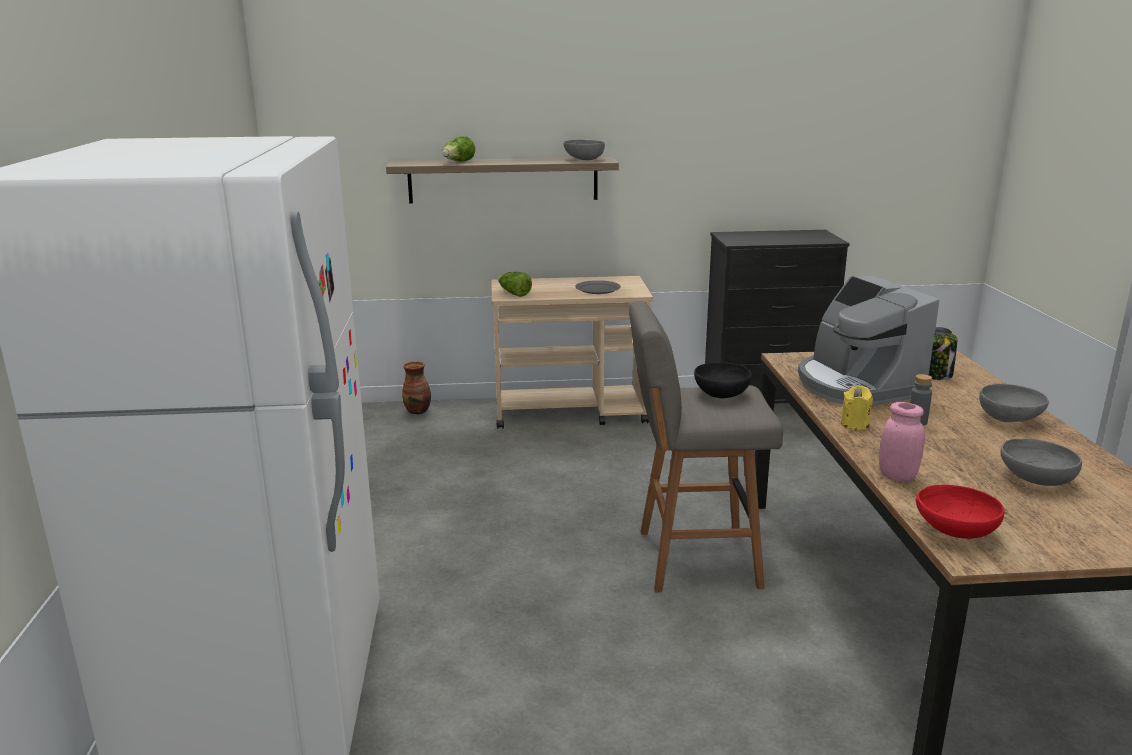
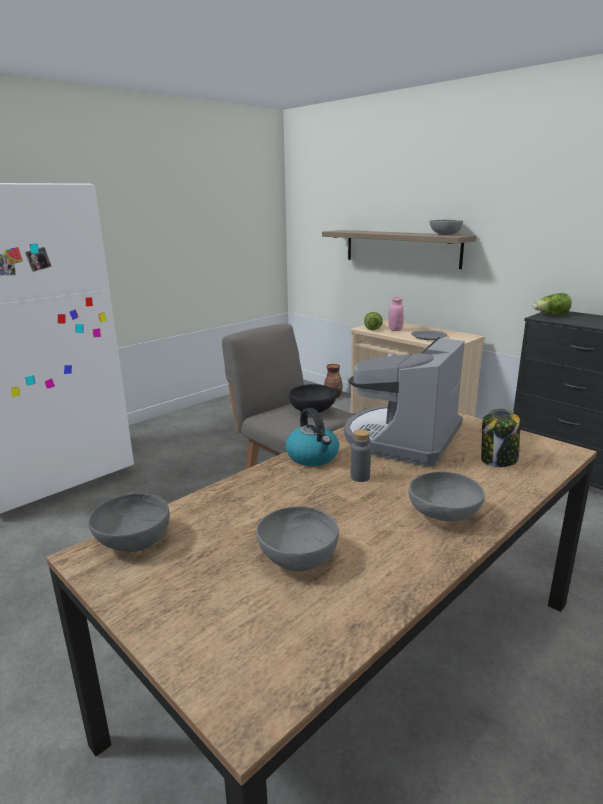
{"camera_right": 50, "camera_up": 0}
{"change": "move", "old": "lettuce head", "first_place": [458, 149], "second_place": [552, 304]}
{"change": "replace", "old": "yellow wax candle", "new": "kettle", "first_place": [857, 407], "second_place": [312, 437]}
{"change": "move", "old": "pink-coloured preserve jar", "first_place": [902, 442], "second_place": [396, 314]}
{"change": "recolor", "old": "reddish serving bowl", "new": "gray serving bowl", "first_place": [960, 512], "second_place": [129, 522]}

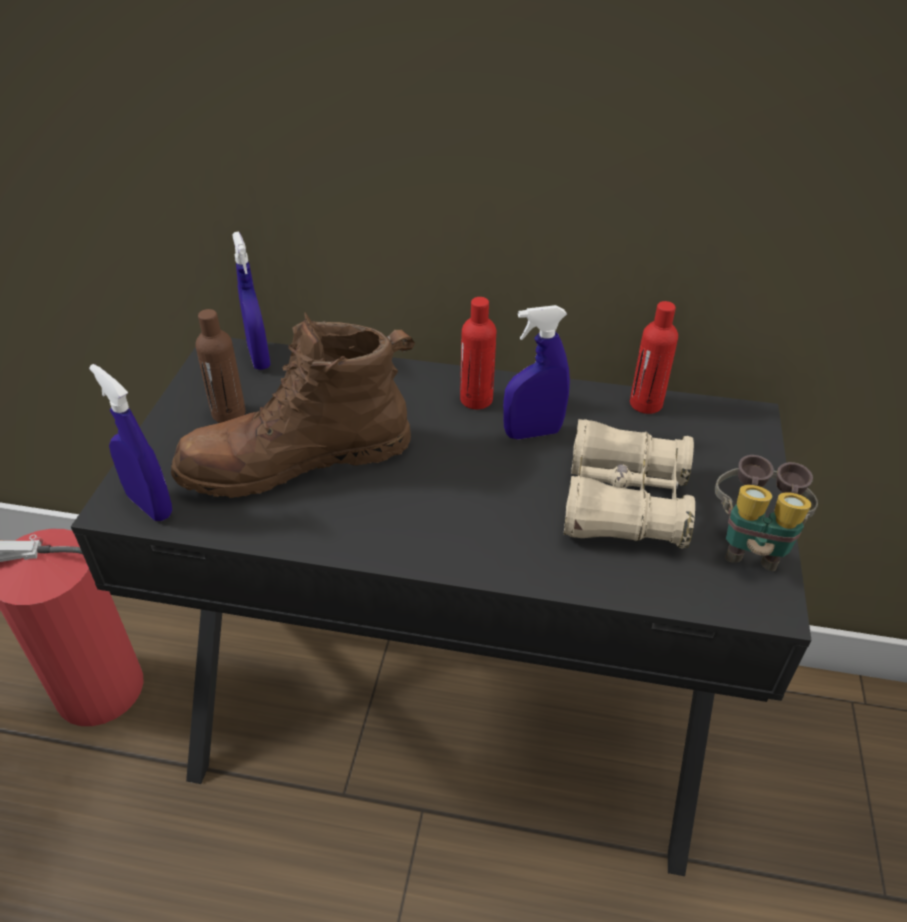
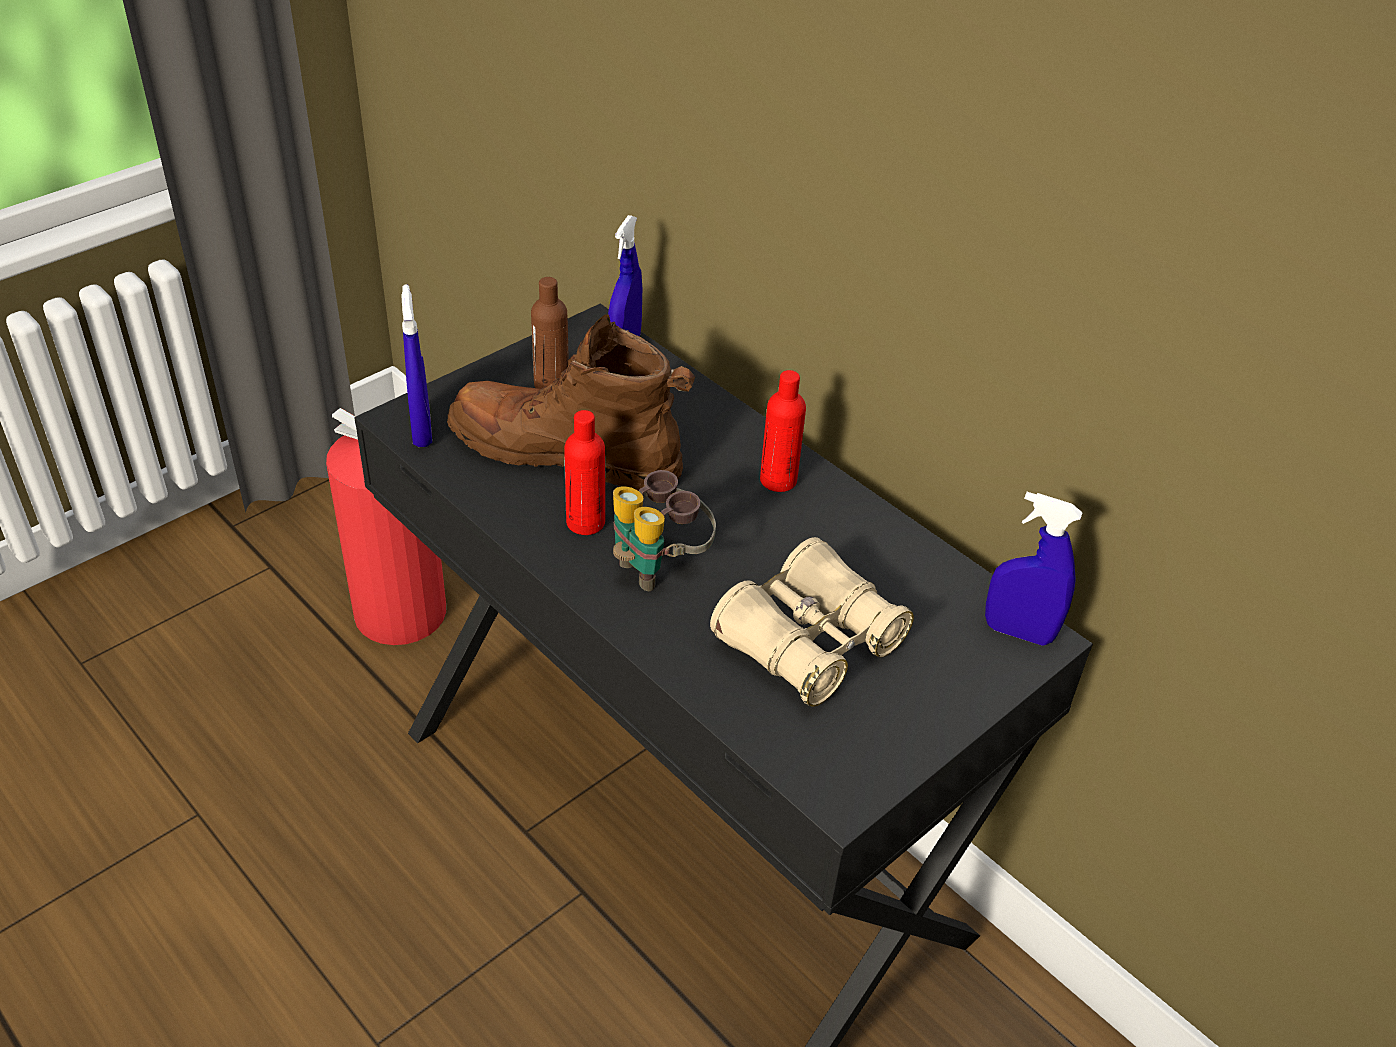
{"camera_right": 35, "camera_up": 0}
{"change": "move", "old": "reddish beverage bottle", "first_place": [654, 357], "second_place": [584, 472]}
{"change": "move", "old": "bluish sprayer", "first_place": [536, 372], "second_place": [1034, 569]}
{"change": "move", "old": "binoculars", "first_place": [766, 513], "second_place": [664, 530]}

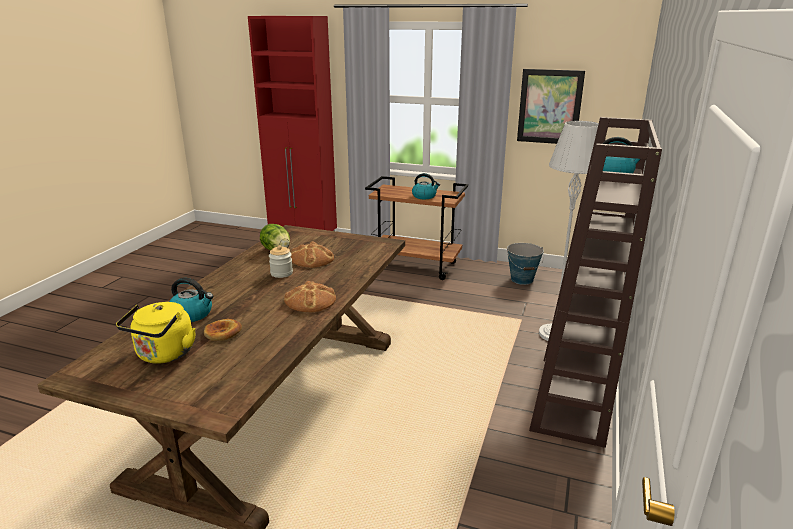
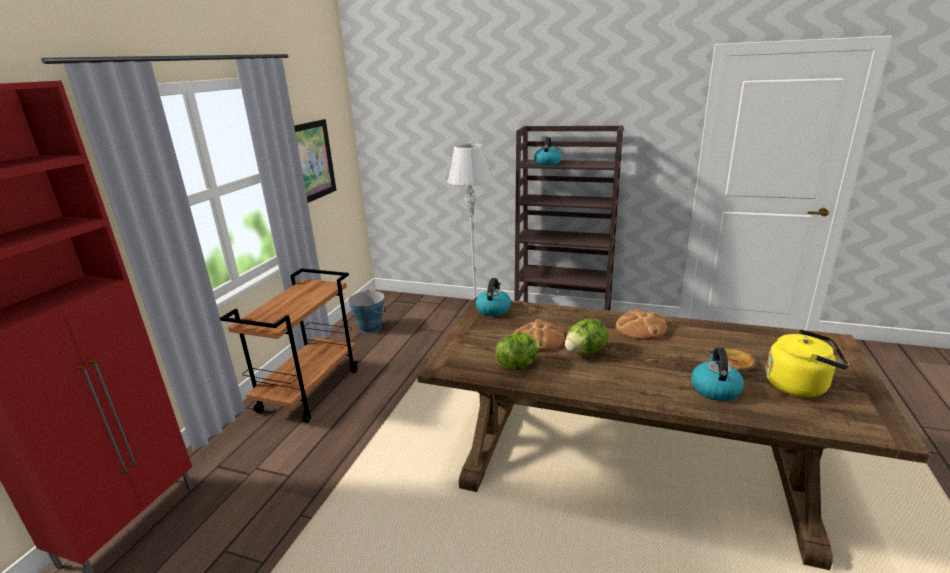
{"camera_right": -90, "camera_up": 0}
{"change": "move", "old": "kettle", "first_place": [426, 186], "second_place": [493, 297]}
{"change": "replace", "old": "preserve jar", "new": "lettuce head", "first_place": [281, 261], "second_place": [587, 336]}

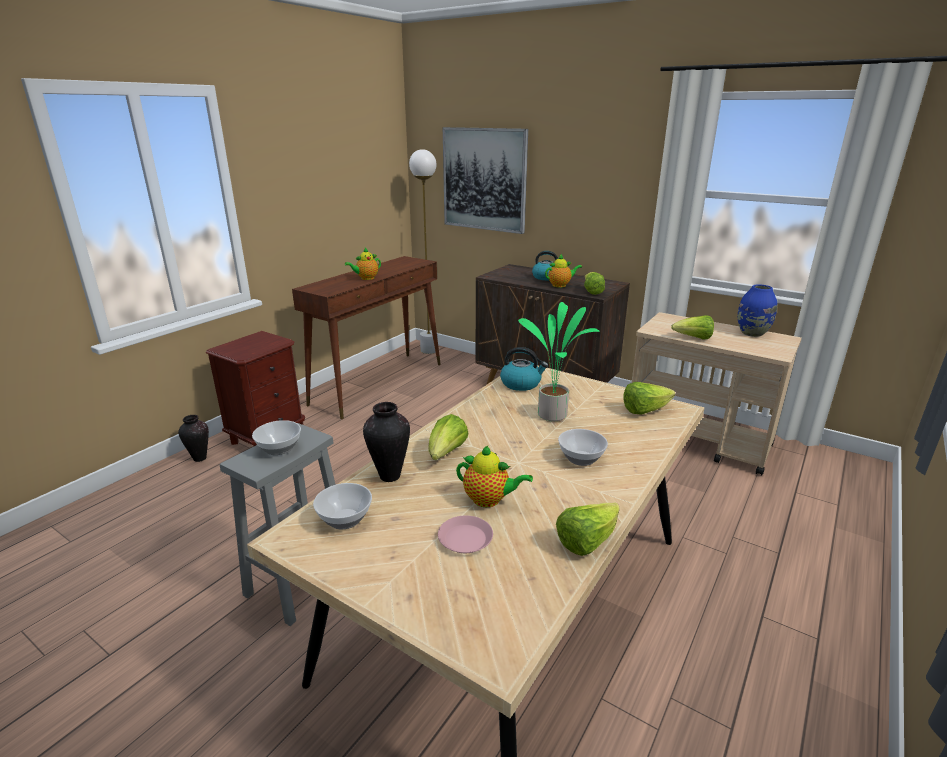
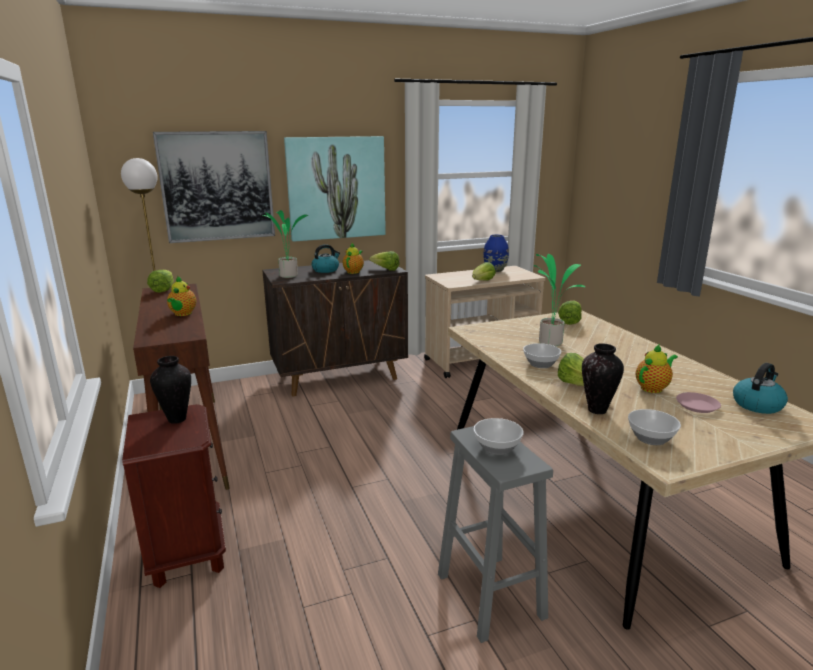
{"camera_right": -55, "camera_up": -5}
{"change": "move", "old": "kettle", "first_place": [524, 369], "second_place": [760, 388]}
{"change": "move", "old": "decorative vase", "first_place": [193, 438], "second_place": [170, 390]}
{"change": "move", "old": "serving bowl", "first_place": [583, 447], "second_place": [542, 355]}
{"change": "move", "old": "lettuce head", "first_place": [588, 529], "second_place": [160, 281]}
{"change": "insert", "new": "wall picture", "second_place": [335, 189]}
{"change": "insert", "new": "plant in a pot", "second_place": [285, 244]}

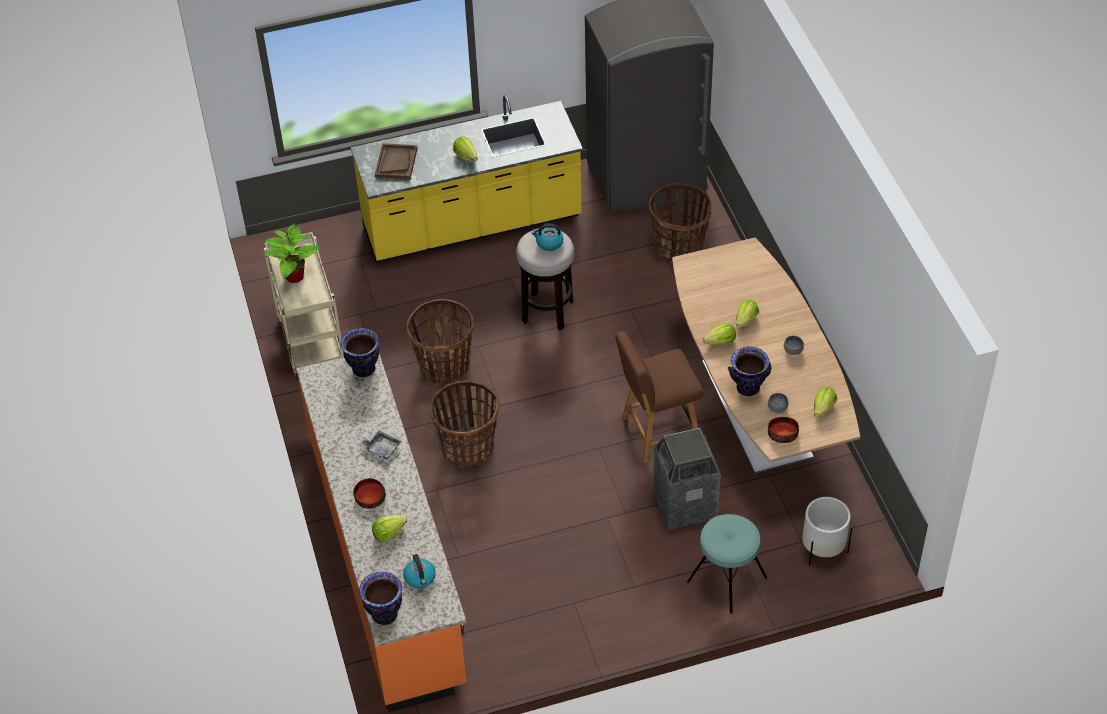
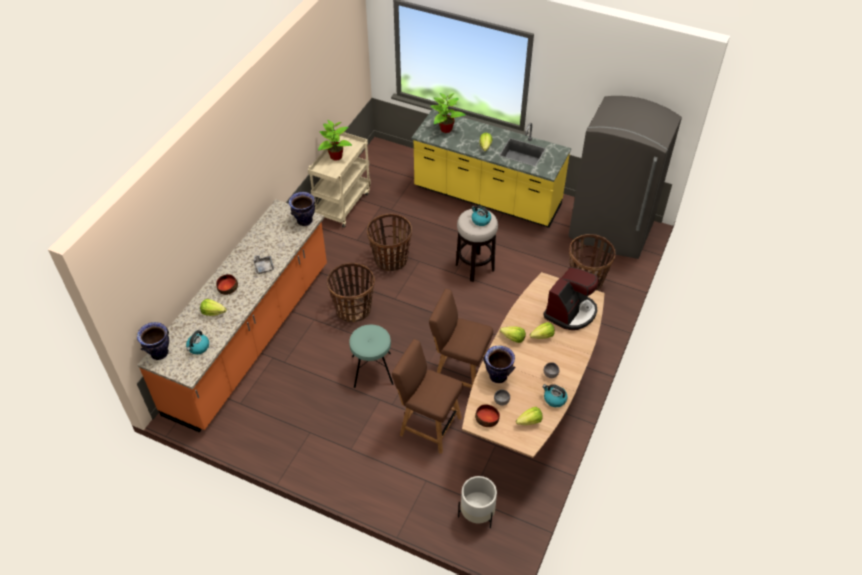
{"camera_right": 40, "camera_up": 0}
{"change": "replace", "old": "brown tray", "new": "plant in a pot", "first_place": [396, 161], "second_place": [448, 113]}
{"change": "replace", "old": "waste bin", "new": "brown chair", "first_place": [687, 479], "second_place": [427, 396]}
{"change": "move", "old": "turquoise-coloured sitting stool", "first_place": [727, 564], "second_place": [371, 356]}
{"change": "insert", "new": "coffee maker", "second_place": [571, 298]}
{"change": "insert", "new": "kettle", "second_place": [555, 395]}

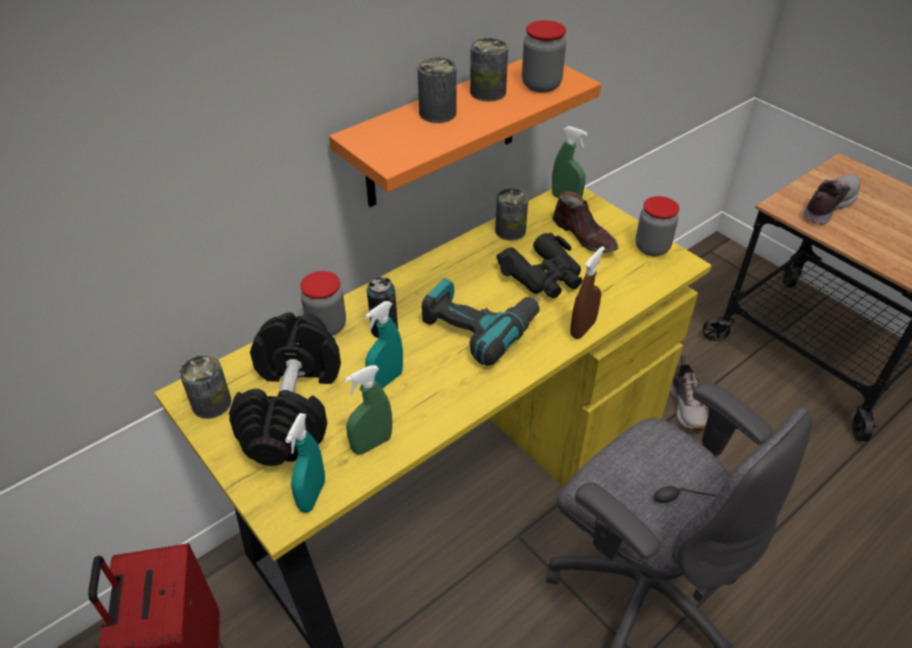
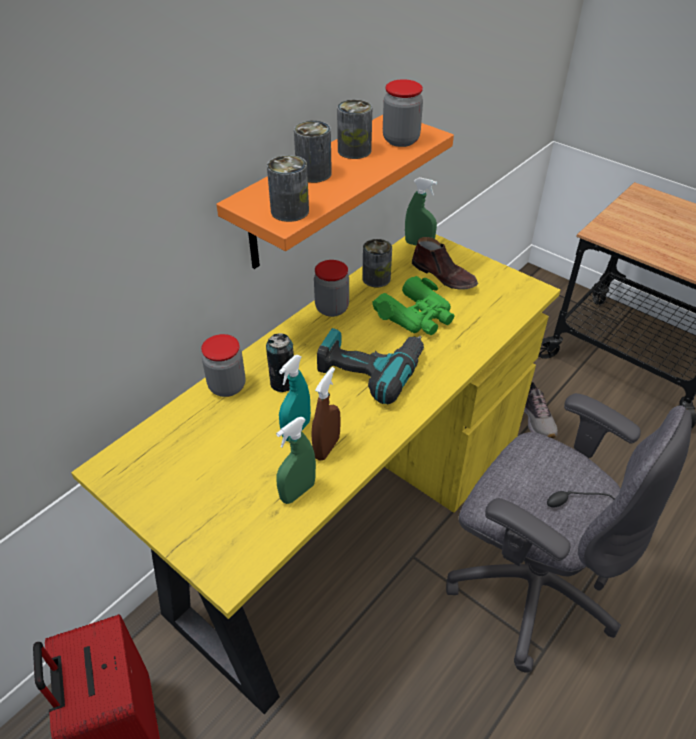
{"camera_right": -10, "camera_up": 0}
{"change": "delete", "old": "item of footwear", "first_place": [831, 199]}
{"change": "move", "old": "preserve jar", "first_place": [657, 226], "second_place": [331, 288]}
{"change": "recolor", "old": "black binoculars", "new": "greenish binoculars", "first_place": [539, 265], "second_place": [413, 305]}
{"change": "move", "old": "brown sprayer", "first_place": [587, 292], "second_place": [326, 414]}
{"change": "delete", "old": "black dumbbell", "first_place": [285, 389]}
{"change": "move", "old": "metal can", "first_place": [205, 386], "second_place": [288, 188]}
{"change": "delete", "old": "turquoise-coloured sprayer", "first_place": [305, 463]}

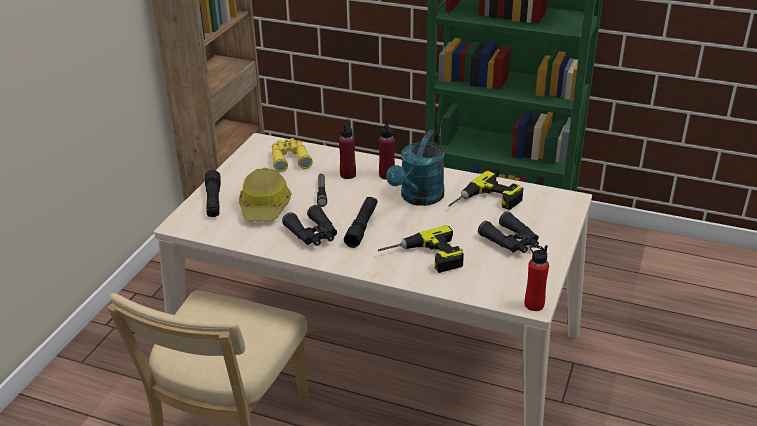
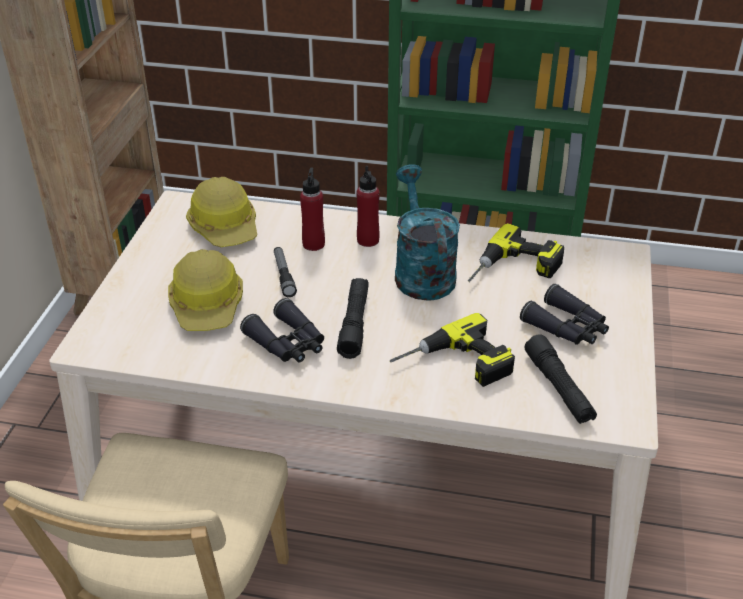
{"camera_right": -10, "camera_up": 5}
{"change": "rotate", "old": "turquoise-coloured watering pot", "first_place": [415, 168], "second_place": [427, 233], "degrees": 150}
{"change": "replace", "old": "yellow binoculars", "new": "safety helmet", "first_place": [292, 155], "second_place": [221, 212]}
{"change": "move", "old": "black flashlight", "first_place": [213, 193], "second_place": [561, 379]}
{"change": "delete", "old": "reddish beverage bottle", "first_place": [537, 278]}

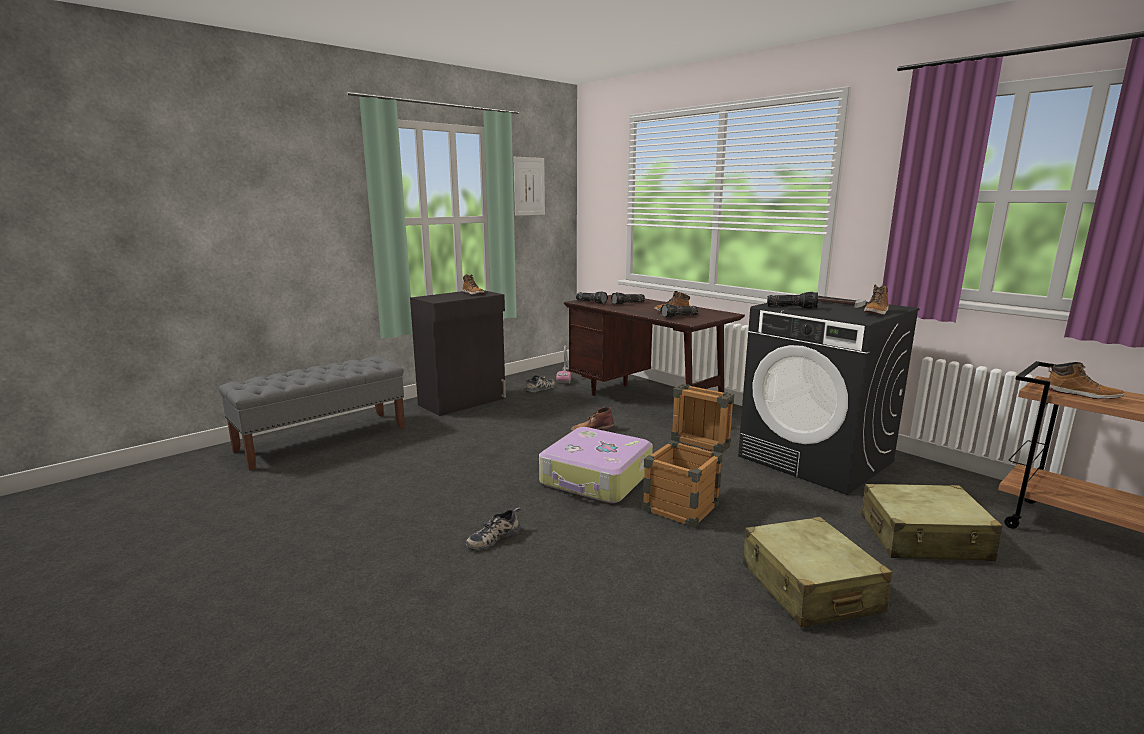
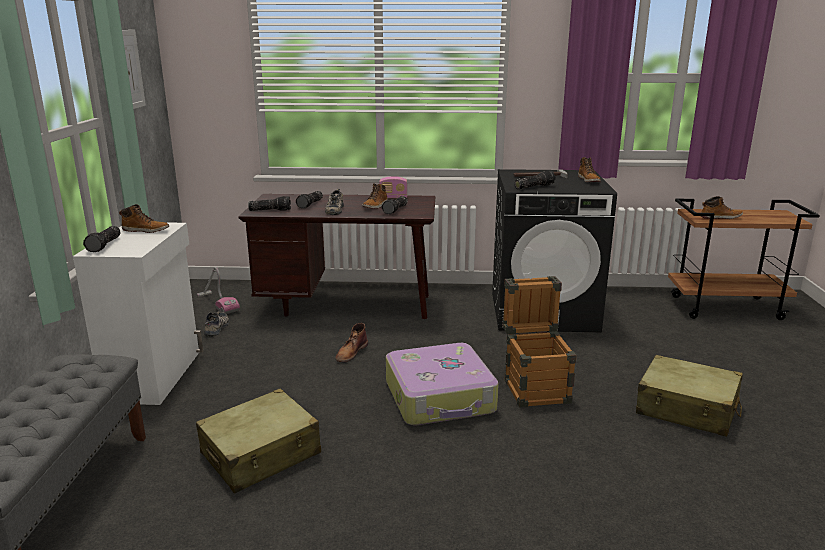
{"camera_right": -45, "camera_up": 5}
{"change": "recolor", "old": "black cabinet", "new": "whitish cabinet", "first_place": [458, 353], "second_place": [138, 313]}
{"change": "move", "old": "beige suitcase", "first_place": [932, 522], "second_place": [258, 441]}
{"change": "move", "old": "item of footwear", "first_place": [493, 529], "second_place": [334, 202]}
{"change": "insert", "new": "radio", "second_place": [393, 187]}
{"change": "insert", "new": "flashlight", "second_place": [101, 239]}

